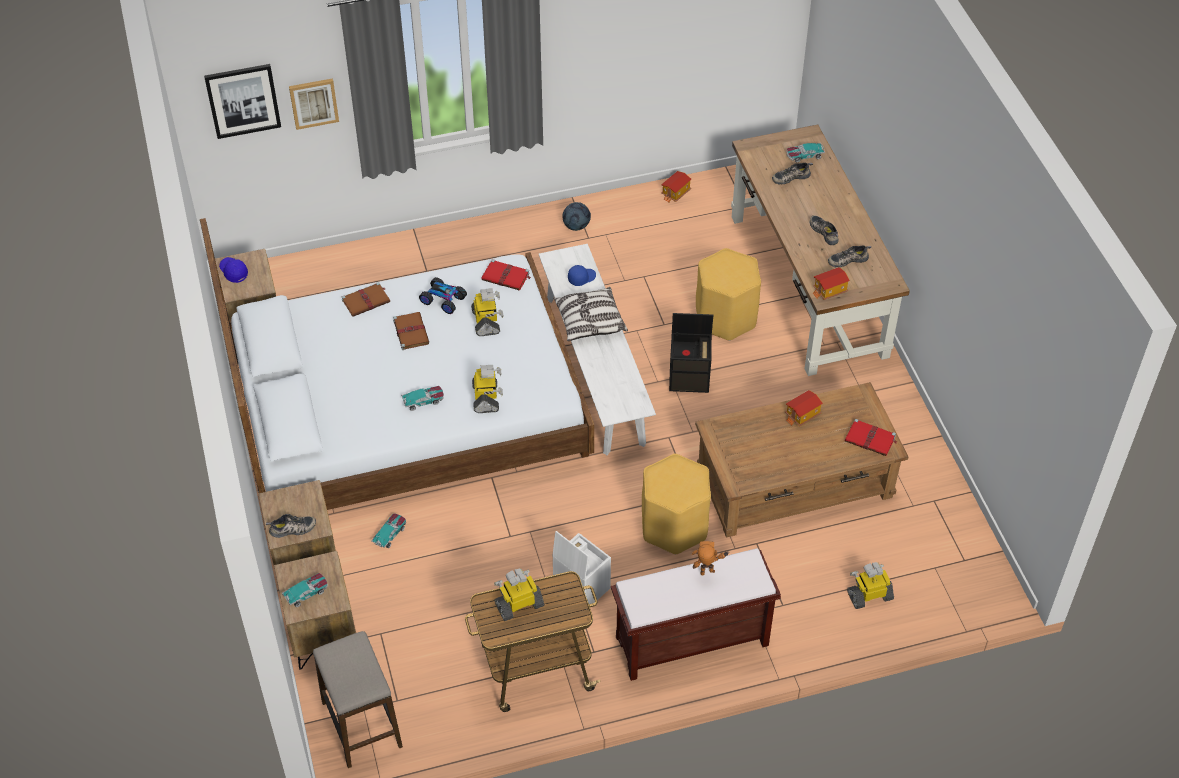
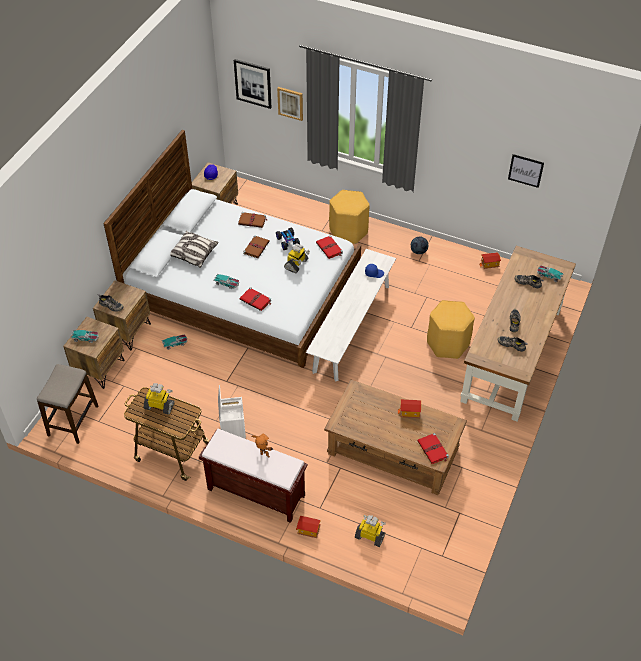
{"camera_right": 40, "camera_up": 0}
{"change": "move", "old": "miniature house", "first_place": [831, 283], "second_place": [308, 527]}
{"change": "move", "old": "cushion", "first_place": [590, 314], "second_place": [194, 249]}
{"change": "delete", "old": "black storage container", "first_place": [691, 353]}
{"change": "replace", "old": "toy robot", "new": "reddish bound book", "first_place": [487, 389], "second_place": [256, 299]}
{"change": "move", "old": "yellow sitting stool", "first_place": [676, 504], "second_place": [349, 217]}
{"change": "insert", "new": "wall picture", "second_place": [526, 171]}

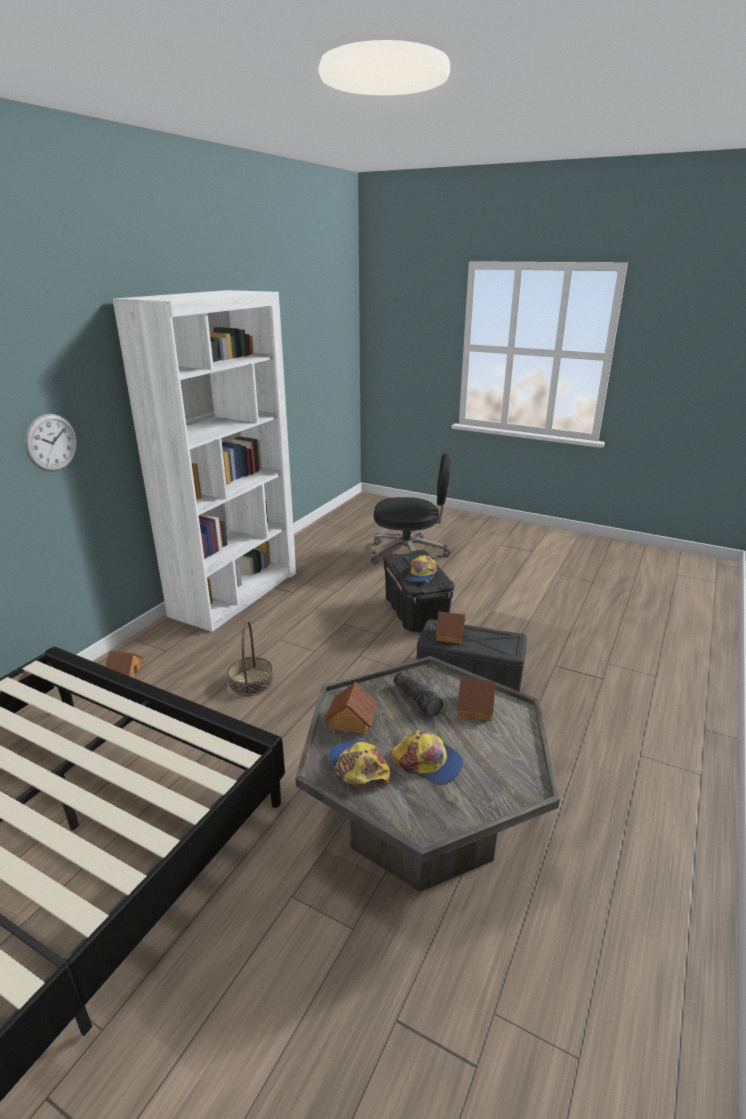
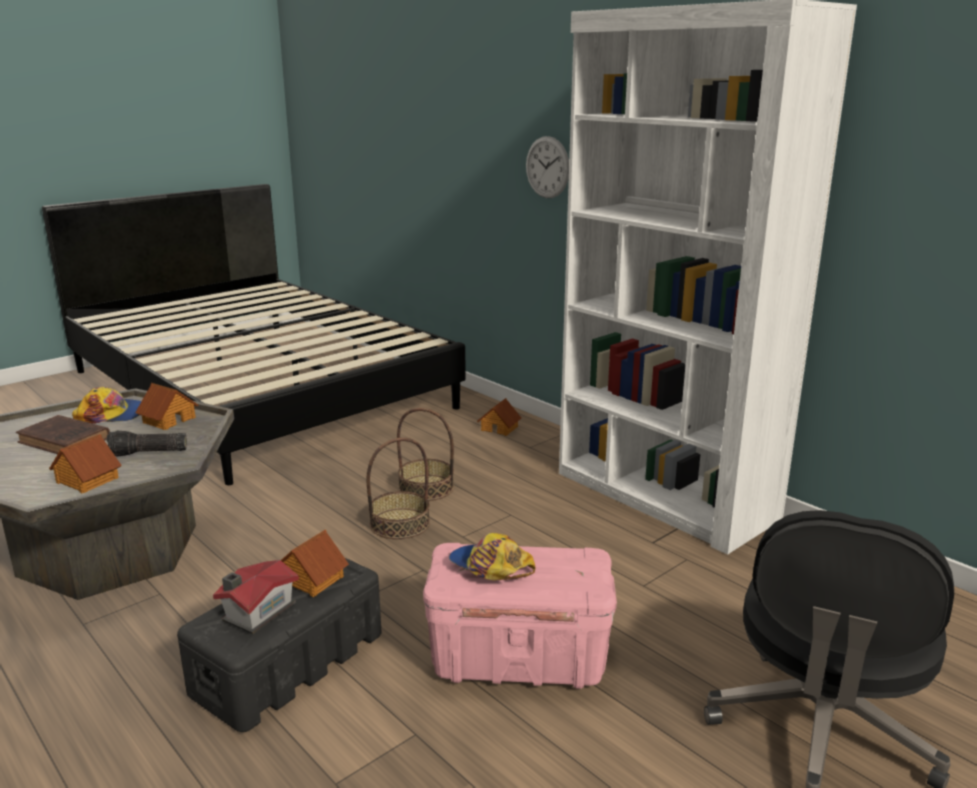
{"camera_right": 110, "camera_up": -5}
{"change": "recolor", "old": "black storage container", "new": "pink-coloured storage container", "first_place": [418, 591], "second_place": [520, 616]}
{"change": "replace", "old": "peaked cap", "new": "brown bound book", "first_place": [427, 757], "second_place": [63, 434]}
{"change": "insert", "new": "household basket", "second_place": [398, 488]}
{"change": "insert", "new": "miniature house", "second_place": [256, 597]}

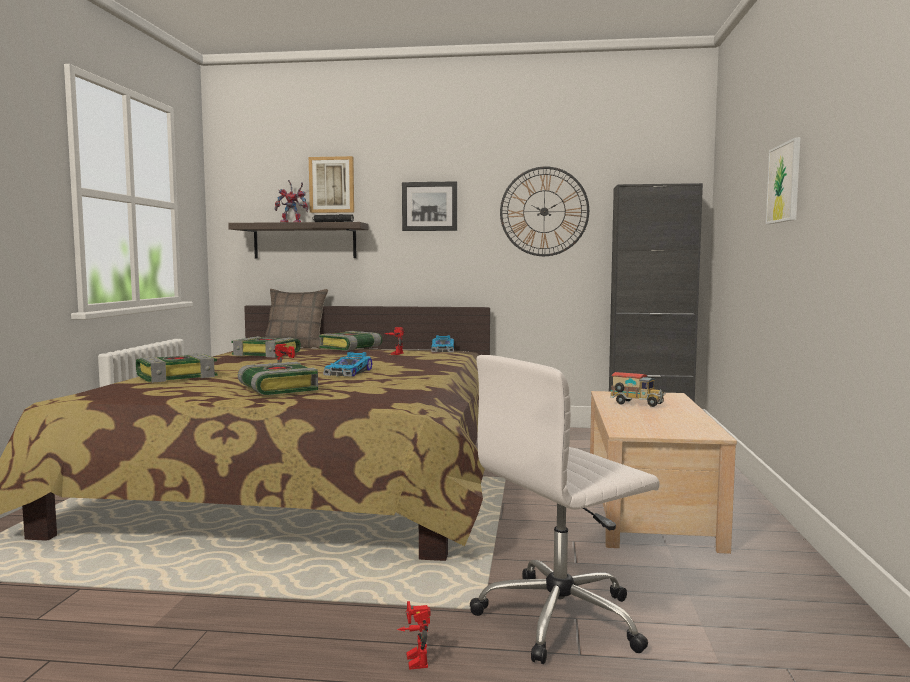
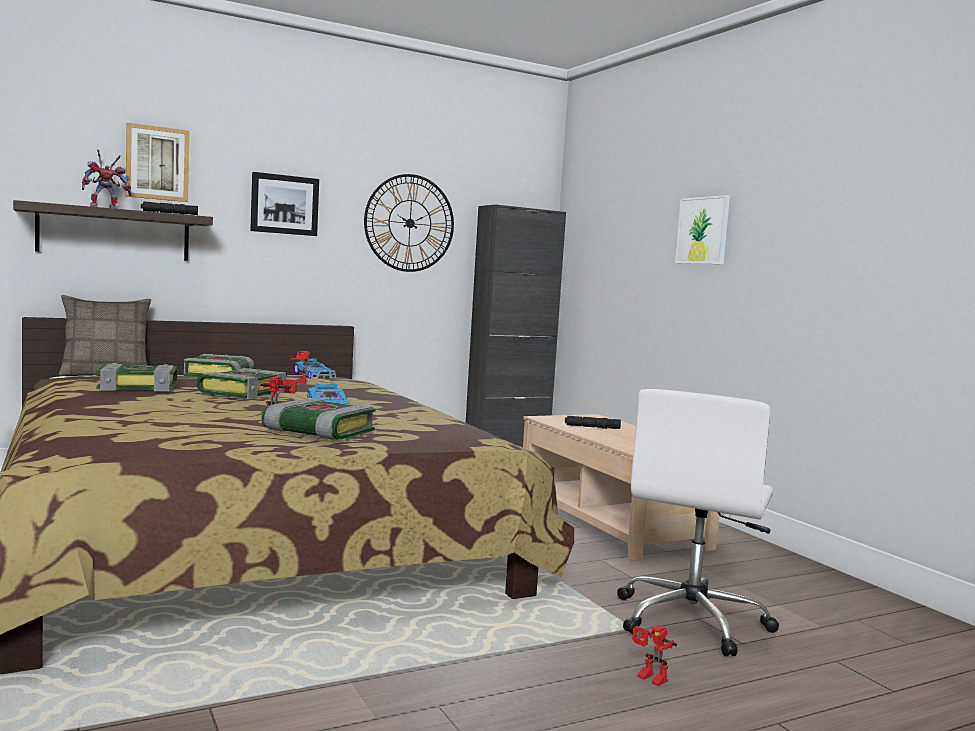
{"camera_right": -35, "camera_up": 0}
{"change": "move", "old": "bound book", "first_place": [177, 368], "second_place": [242, 383]}
{"change": "replace", "old": "toy truck", "new": "black flashlight", "first_place": [638, 389], "second_place": [593, 422]}

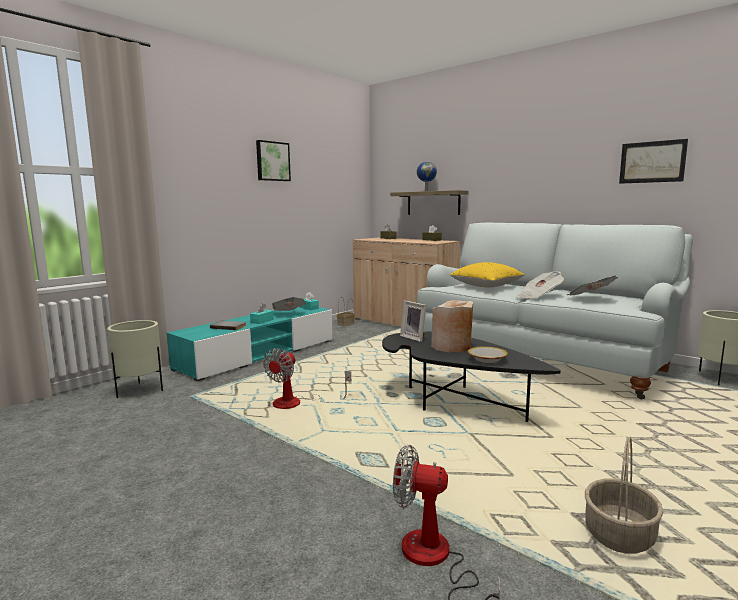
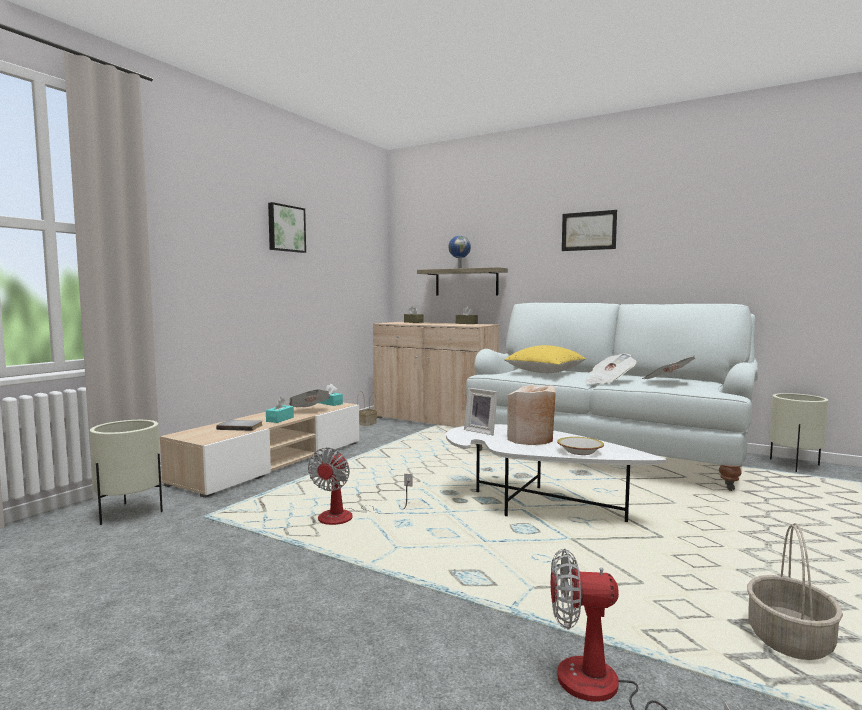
{"camera_right": -10, "camera_up": -5}
{"change": "move", "old": "wall picture", "first_place": [653, 161], "second_place": [589, 230]}
{"change": "recolor", "old": "turquoise-coloured tv stand", "new": "beige tv stand", "first_place": [250, 344], "second_place": [260, 450]}
{"change": "recolor", "old": "black lounge table", "new": "whitish lounge table", "first_place": [471, 376], "second_place": [556, 473]}

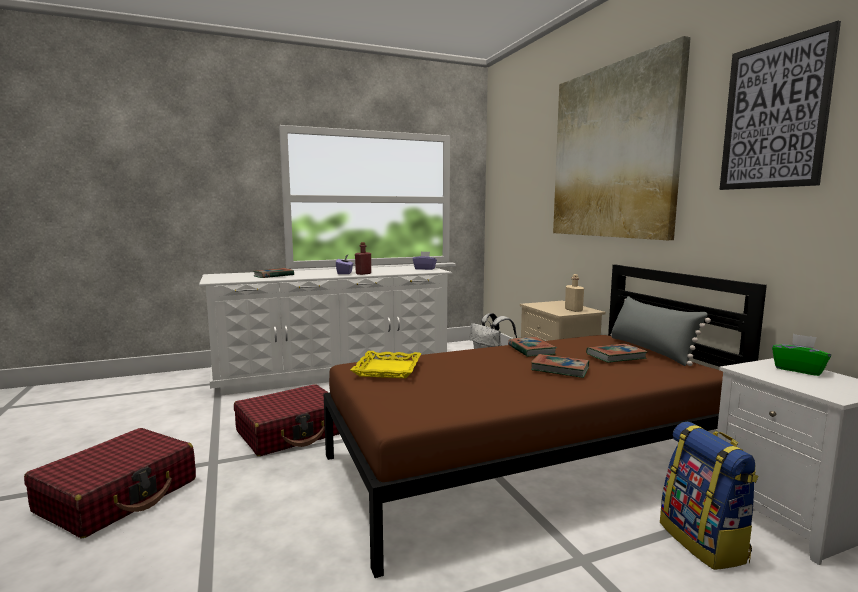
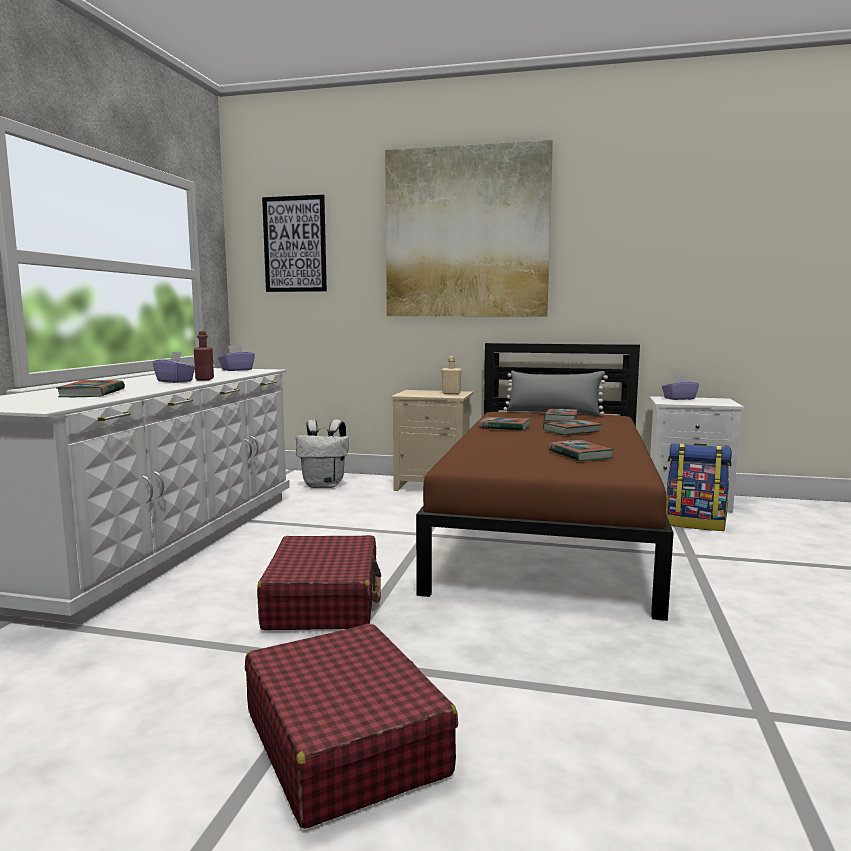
{"camera_right": -55, "camera_up": 0}
{"change": "move", "old": "wall picture", "first_place": [780, 105], "second_place": [294, 243]}
{"change": "recolor", "old": "greenish tissue box", "new": "purplish tissue box", "first_place": [801, 355], "second_place": [680, 387]}
{"change": "delete", "old": "yellow tray", "first_place": [386, 364]}
{"change": "insert", "new": "bound book", "second_place": [581, 450]}

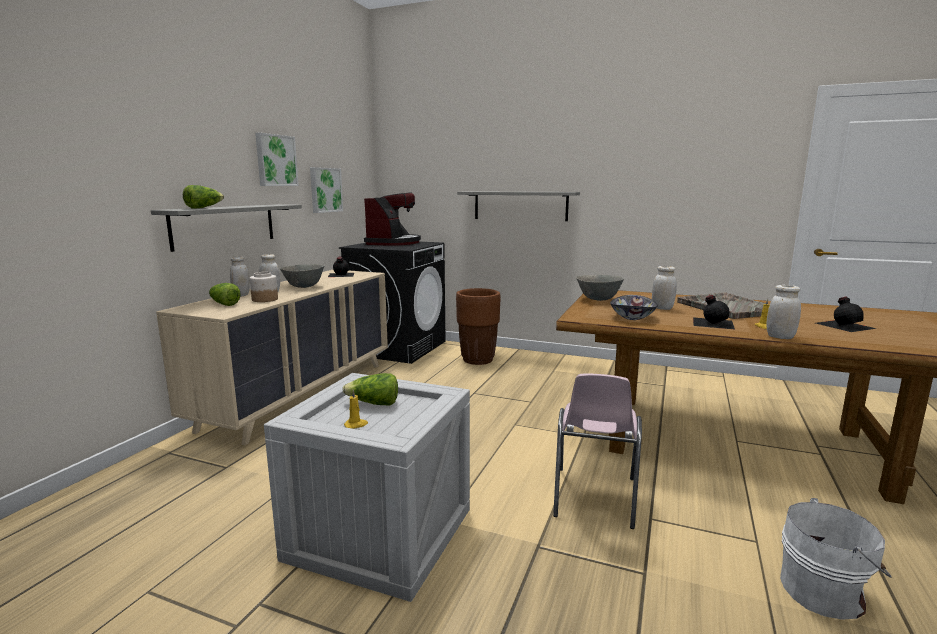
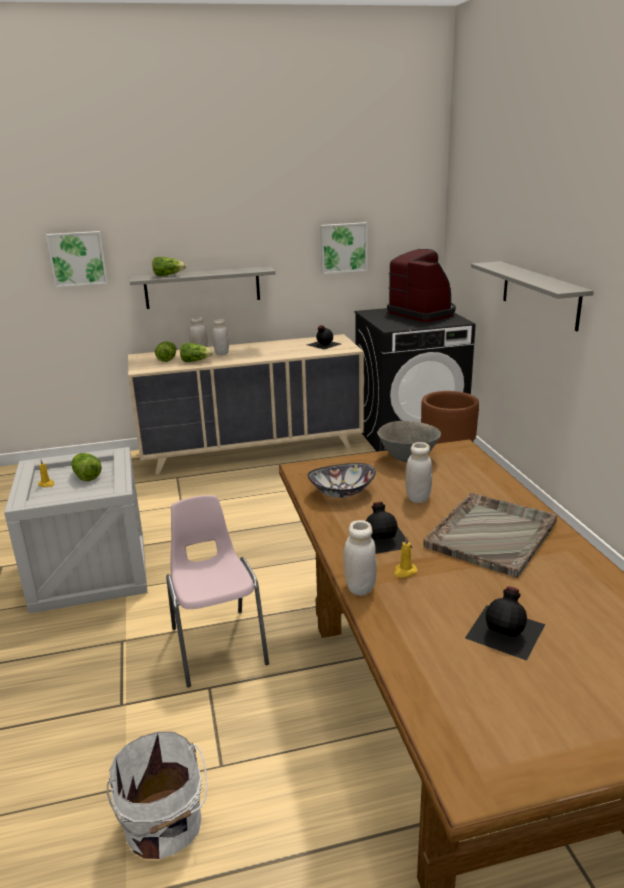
{"camera_right": 55, "camera_up": 10}
{"change": "move", "old": "wall picture", "first_place": [277, 159], "second_place": [77, 259]}
{"change": "rotate", "old": "coffee maker", "first_place": [392, 219], "second_place": [421, 285], "degrees": -105}
{"change": "delete", "old": "gray serving bowl", "first_place": [302, 276]}
{"change": "replace", "old": "preserve jar", "new": "lettuce head", "first_place": [264, 287], "second_place": [197, 352]}
{"change": "rotate", "old": "pink-coloured chair", "first_place": [597, 451], "second_place": [217, 591], "degrees": 90}

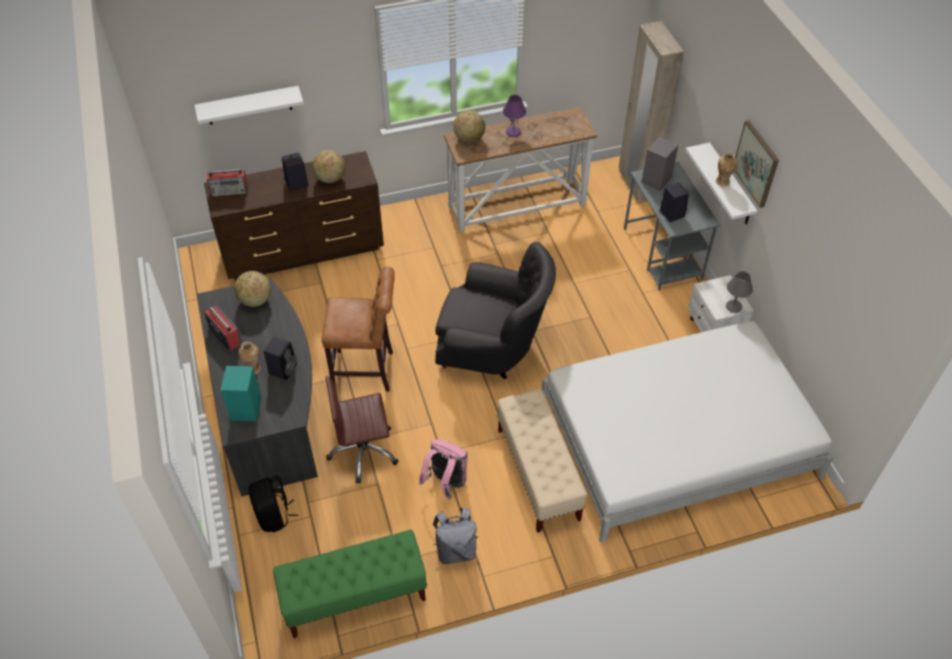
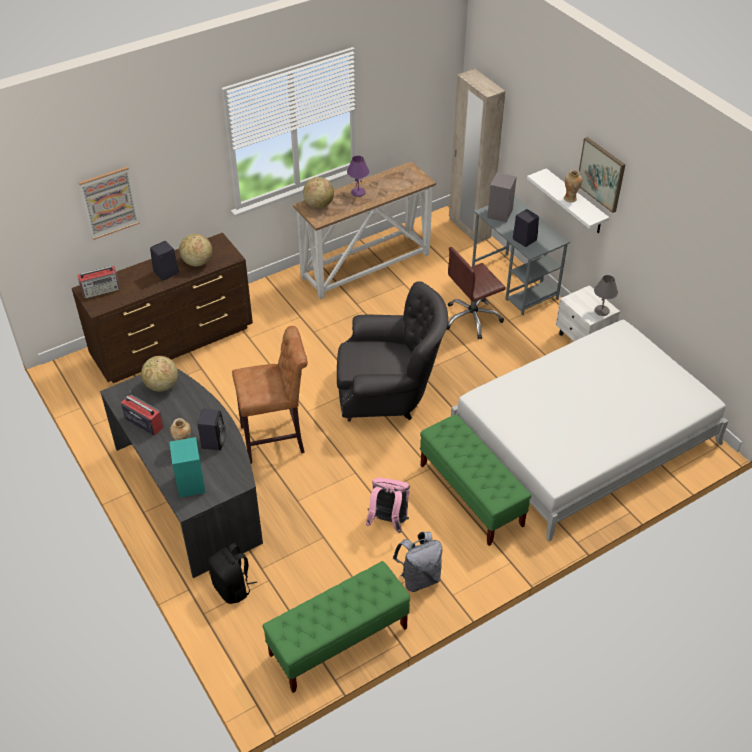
{"camera_right": -15, "camera_up": -5}
{"change": "replace", "old": "whitish bracket shelf", "new": "wall picture", "first_place": [249, 105], "second_place": [109, 203]}
{"change": "move", "old": "brown office chair", "first_place": [361, 429], "second_place": [476, 293]}
{"change": "recolor", "old": "beige long seat", "new": "greenish long seat", "first_place": [542, 461], "second_place": [476, 480]}

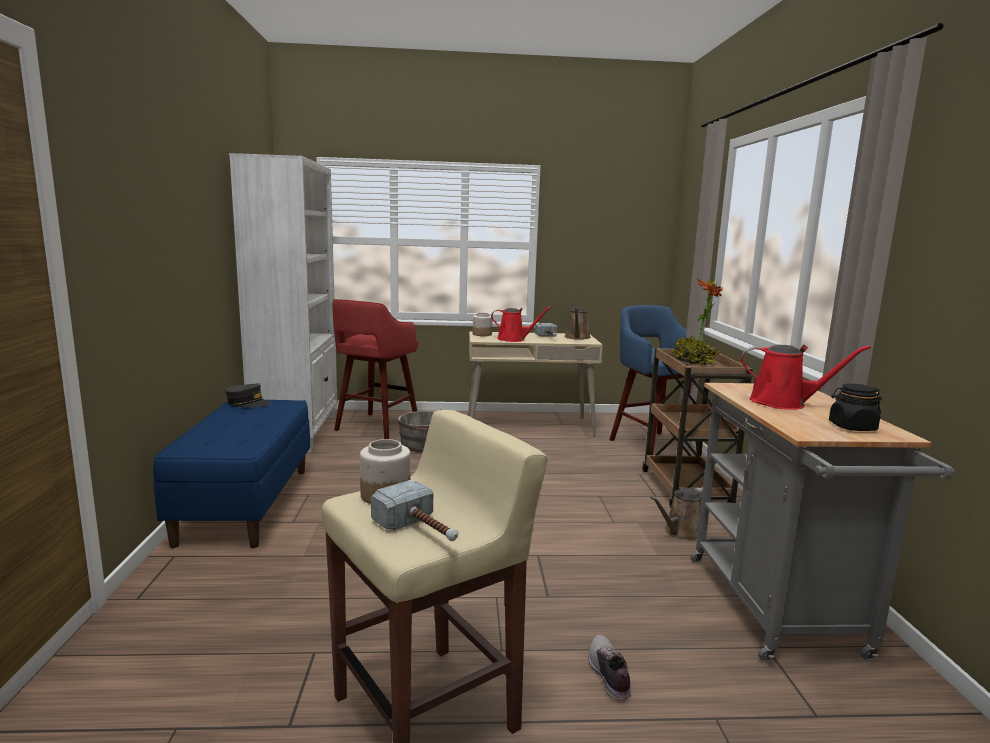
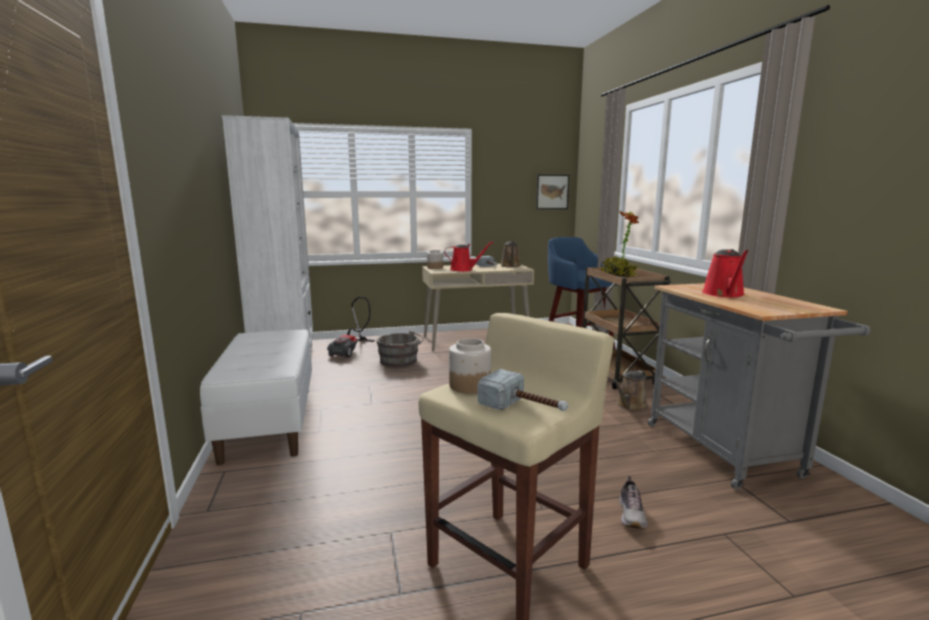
{"camera_right": -10, "camera_up": 0}
{"change": "replace", "old": "reddish sitting stool", "new": "vacuum cleaner", "first_place": [375, 369], "second_place": [351, 327]}
{"change": "rotate", "old": "reddish watering pot", "first_place": [806, 377], "second_place": [725, 273], "degrees": 90}
{"change": "delete", "old": "black preserve jar", "first_place": [855, 407]}
{"change": "delete", "old": "gray peaked cap", "first_place": [248, 396]}
{"change": "recolor", "old": "bluish long seat", "new": "whitish long seat", "first_place": [231, 474], "second_place": [256, 397]}
{"change": "rotate", "old": "item of footwear", "first_place": [609, 667], "second_place": [633, 502], "degrees": -150}
{"change": "insert", "new": "wall picture", "second_place": [552, 192]}

